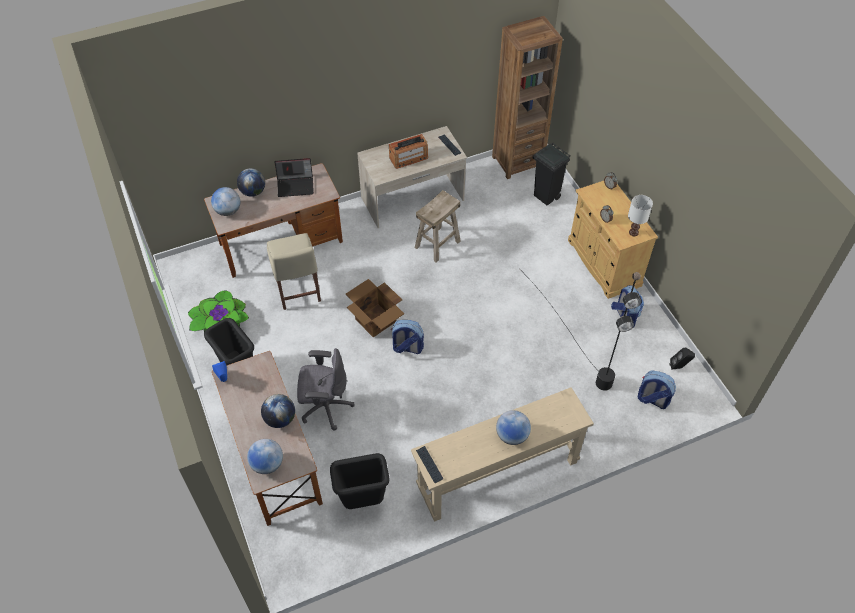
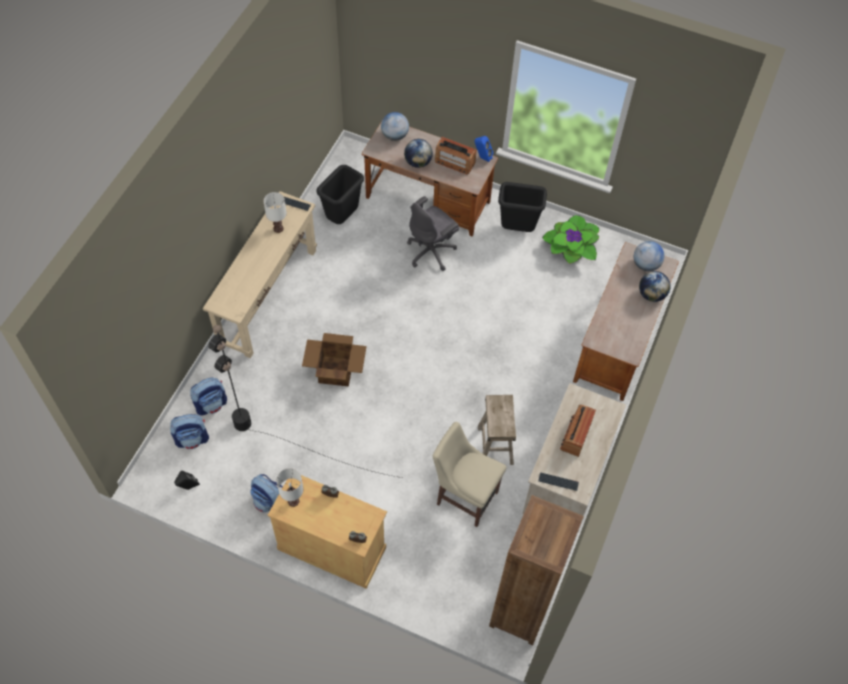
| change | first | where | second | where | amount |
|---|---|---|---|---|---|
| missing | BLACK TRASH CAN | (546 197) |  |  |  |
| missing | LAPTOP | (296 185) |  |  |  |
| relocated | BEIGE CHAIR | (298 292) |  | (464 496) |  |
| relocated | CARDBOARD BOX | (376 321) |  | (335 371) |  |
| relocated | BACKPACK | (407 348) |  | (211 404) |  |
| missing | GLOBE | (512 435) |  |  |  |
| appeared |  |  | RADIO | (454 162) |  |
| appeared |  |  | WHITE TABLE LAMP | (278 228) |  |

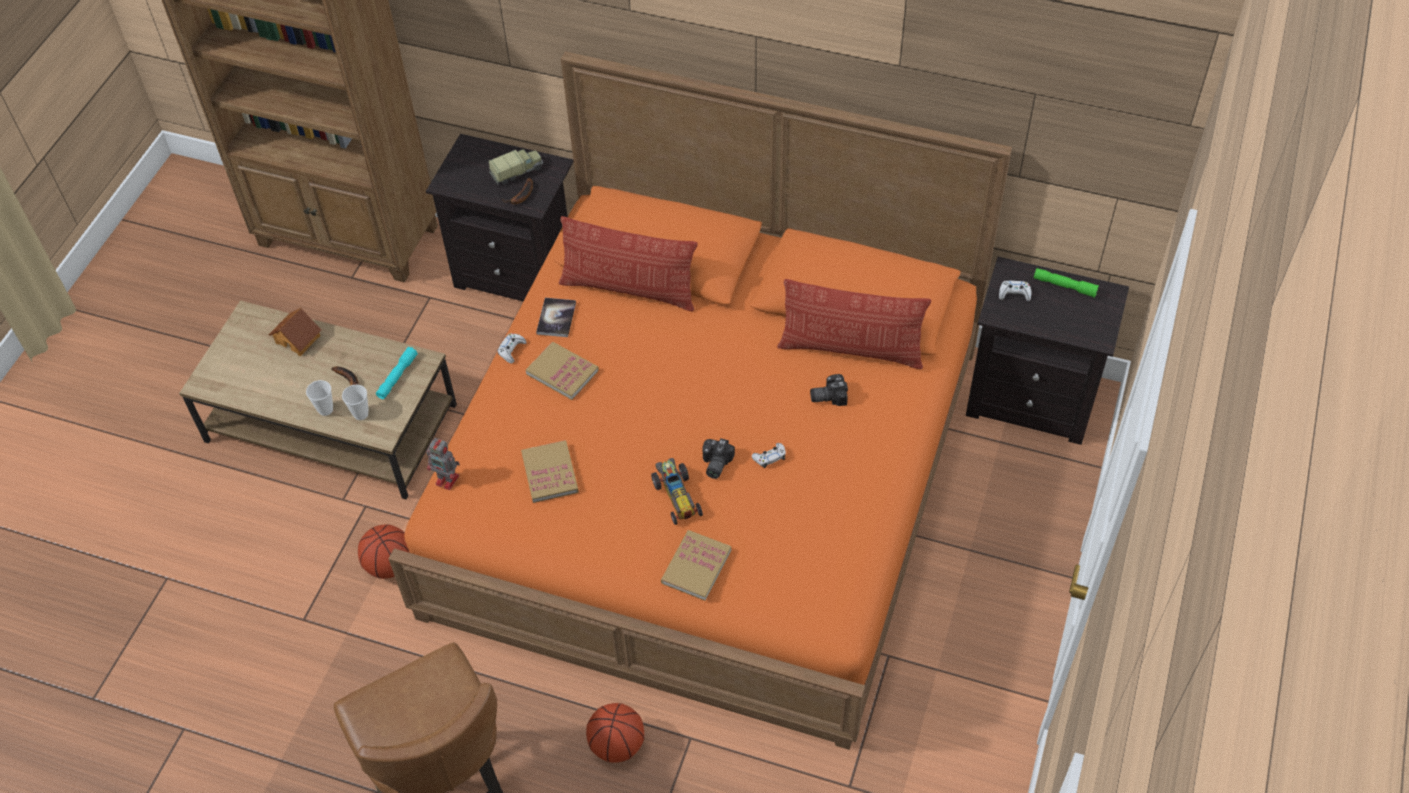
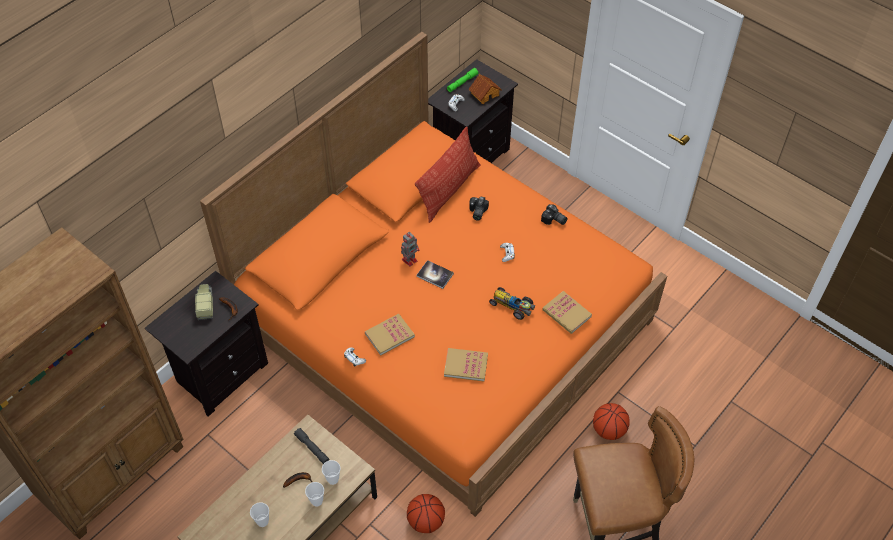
| change | first | where | second | where | amount |
|---|---|---|---|---|---|
| missing | PILLOW | (629 289) |  |  |  |
| relocated | BOOK | (556 318) |  | (435 275) |  |
| relocated | TOY HOUSE | (298 339) |  | (484 94) |  |
| colour | TURQUOISE FLASHLIGHT | (397 376) | GREY FLASHLIGHT | (312 448) |  |
| relocated | TOY ROBOT | (448 480) |  | (410 259) |  |
| relocated | PHOTO CAMERA | (714 464) |  | (554 220) |  |
| spun | TOY CAR | (676 495) |  | (512 306) | 150 degrees counterclockwise |
| appeared |  |  | CUP | (262 521) |  |

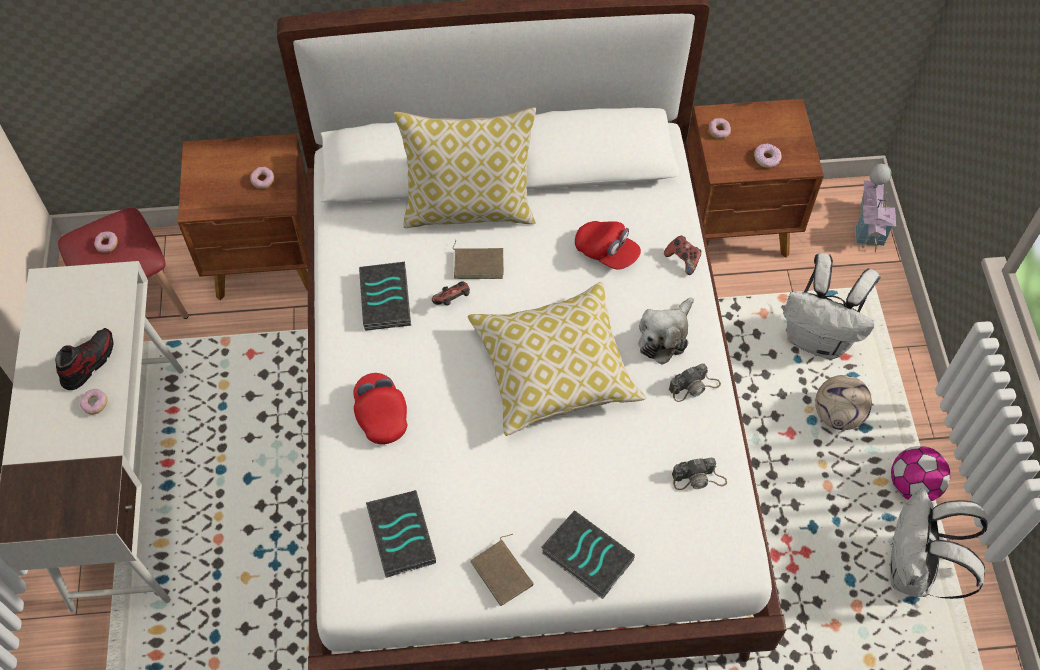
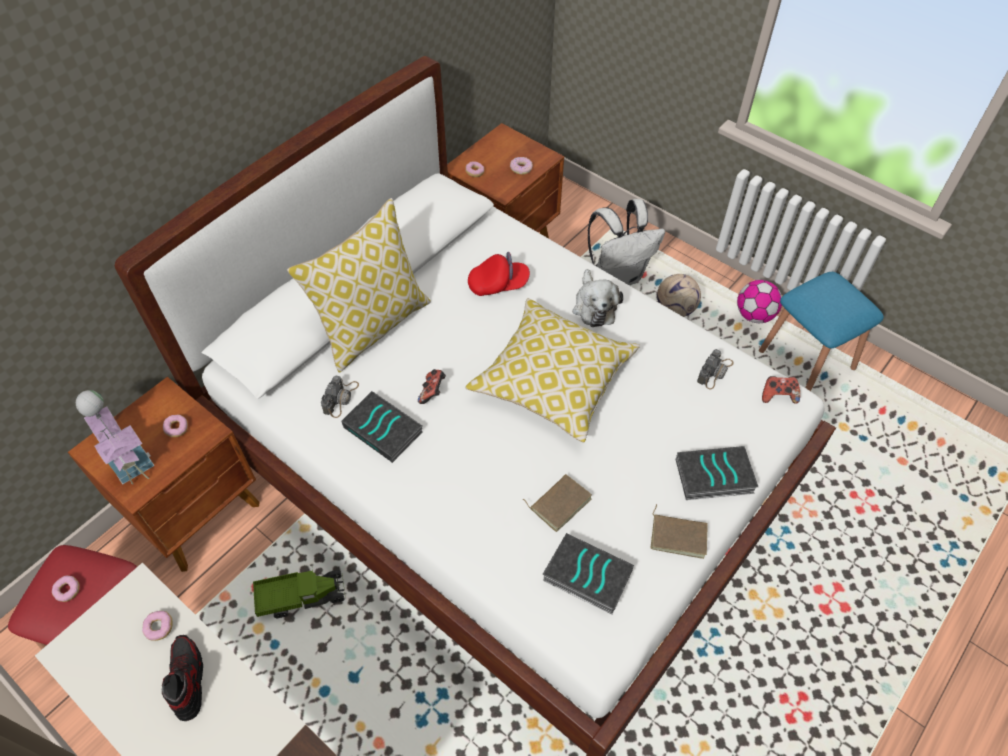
| change | first | where | second | where | amount |
|---|---|---|---|---|---|
| relocated | TOY HOUSE | (869 226) |  | (127 456) |  |
| relocated | GAME CONTROLLER | (683 260) |  | (778 395) |  |
| relocated | BROWN BOOK | (479 263) |  | (559 502) |  |
| relocated | PHOTO CAMERA | (694 386) |  | (341 398) |  |
| missing | RED CAP | (381 414) |  |  |  |
| relocated | DONUT | (95 404) |  | (159 628) |  |
| exchanged | WHITE BACKPACK | (913 571) | BLUE STOOL | (806 359) |  |
| appeared |  |  | TOY TRUCK | (301 597) |  |

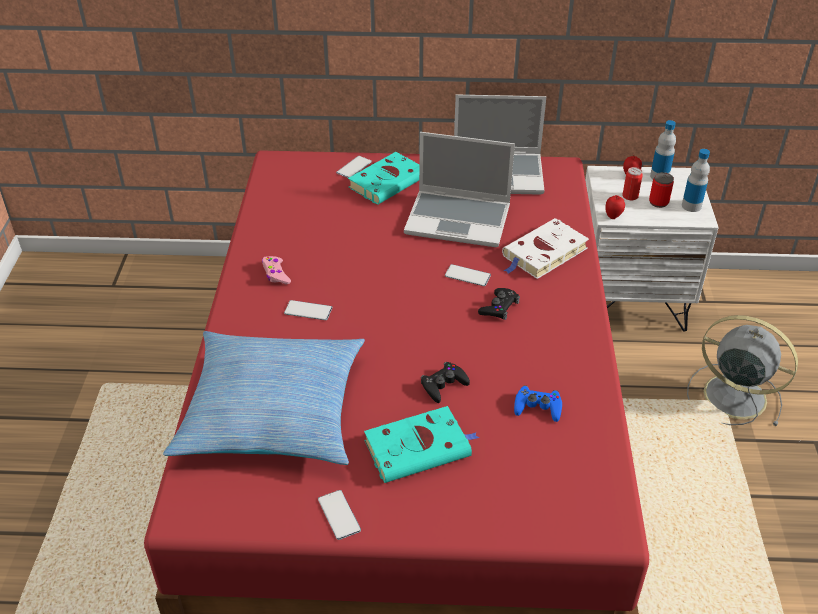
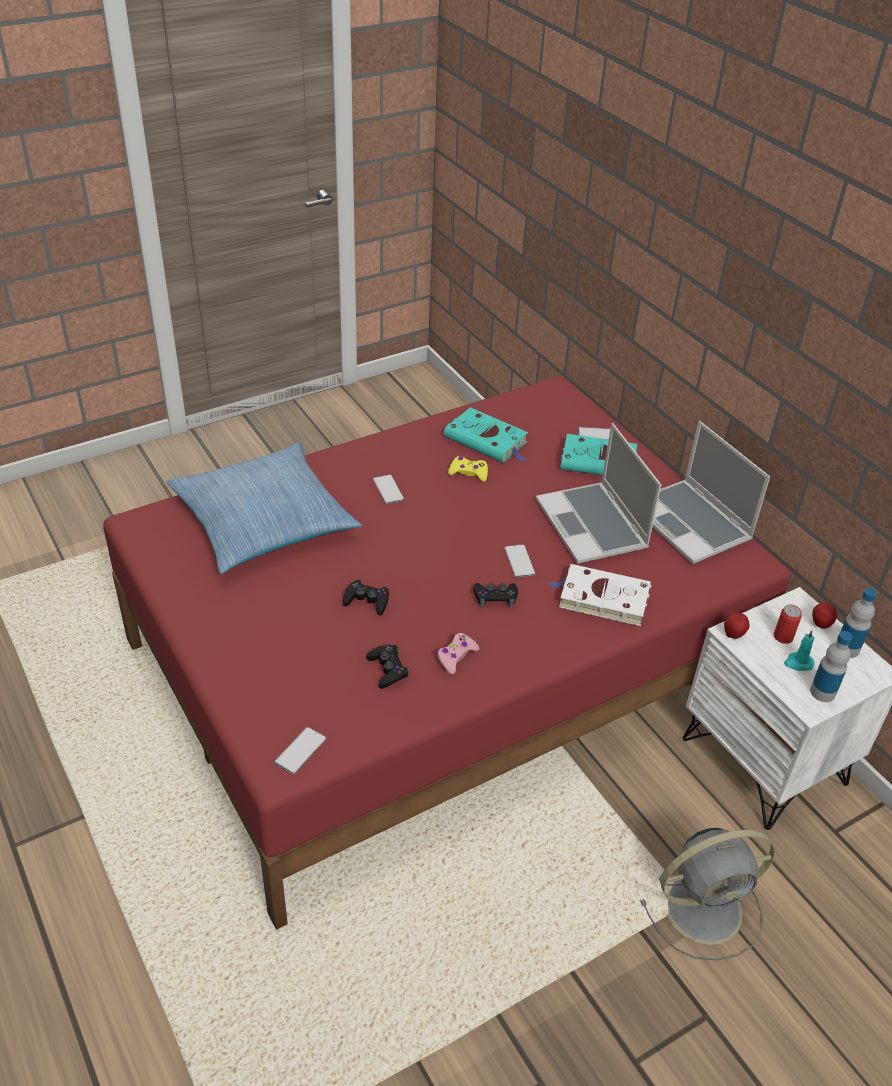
| change | first | where | second | where | amount |
|---|---|---|---|---|---|
| exchanged | CAN | (658 202) | TURQUOISE CANDLE | (798 663) |  |
| relocated | PINK GAME CONTROLLER | (276 274) |  | (456 656) |  |
| spun | GREY FAN | (732 395) |  | (706 907) | 75 degrees clockwise |
| colour | BLUE GAME CONTROLLER | (537 407) | BLACK GAME CONTROLLER | (388 669) |  |
| relocated | TURQUOISE BOOK | (420 448) |  | (487 441) |  |
| relocated | PHONE | (339 515) |  | (300 750) |  |
| appeared |  |  | YELLOW GAME CONTROLLER | (468 473) |  |

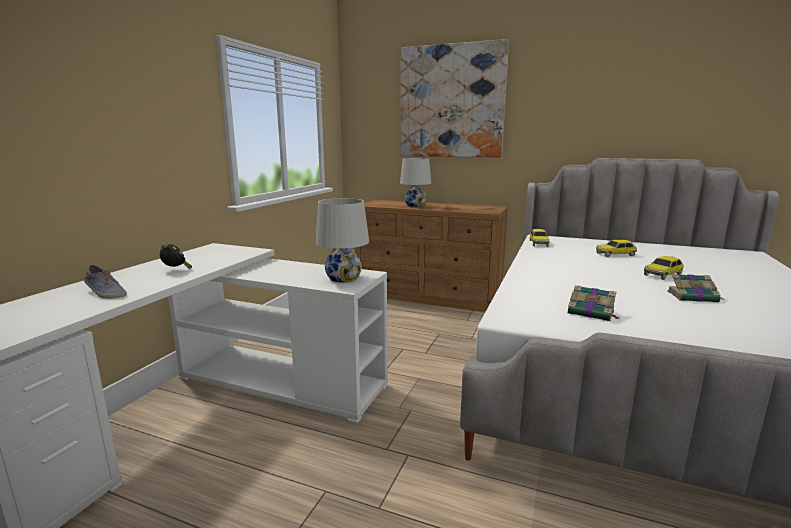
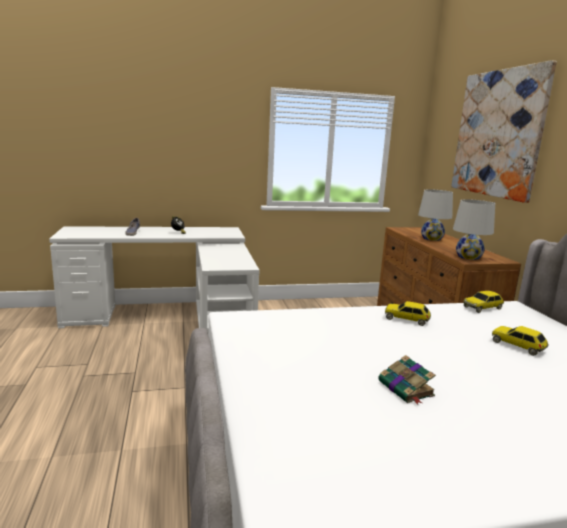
| change | first | where | second | where | amount |
|---|---|---|---|---|---|
| relocated | WHITE TABLE LAMP | (343 278) |  | (468 257) |  |
| relocated | TOY CAR | (663 274) |  | (406 319) |  |
| missing | BOOK | (592 312) |  |  |  |

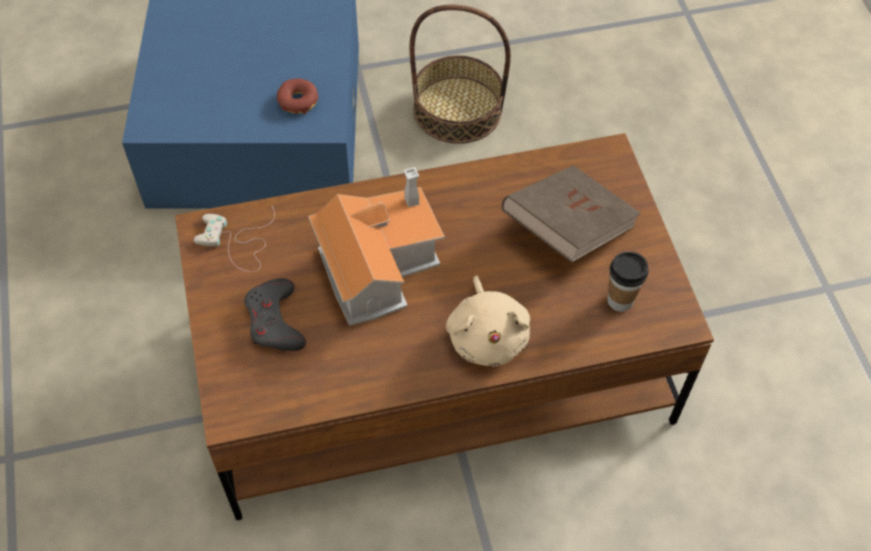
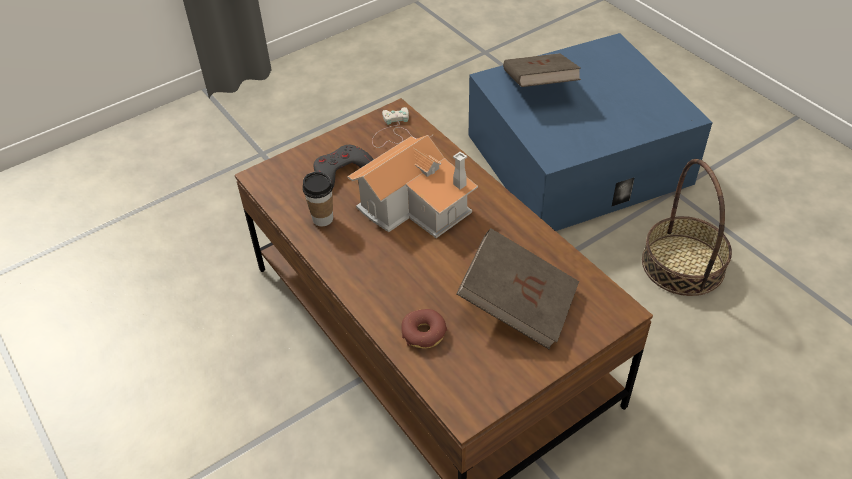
| change | first | where | second | where | amount |
|---|---|---|---|---|---|
| relocated | DONUT | (298 101) |  | (424 333) |  |
| relocated | CUP | (620 300) |  | (322 219) |  |
| missing | BEIGE PLUSH TOY | (487 336) |  |  |  |
| appeared |  |  | BROWN BOOK | (539 86) |  |

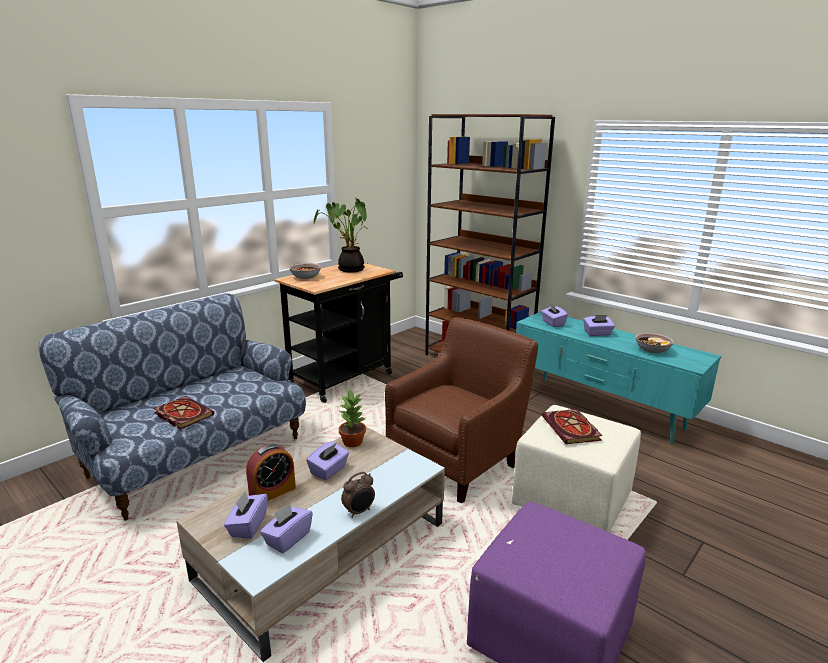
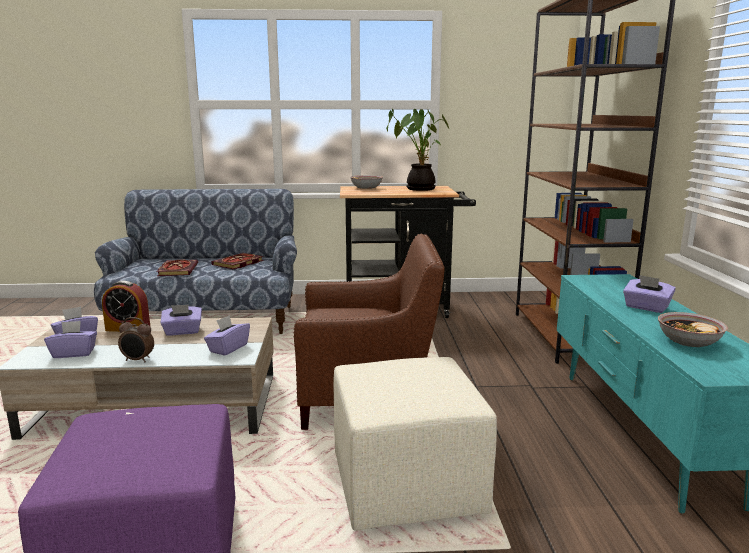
| change | first | where | second | where | amount |
|---|---|---|---|---|---|
| relocated | PURPLE TISSUE BOX | (552 323) |  | (228 348) |  |
| missing | POTTED PLANT | (353 442) |  |  |  |
| relocated | BOOK | (572 429) |  | (238 263) |  |

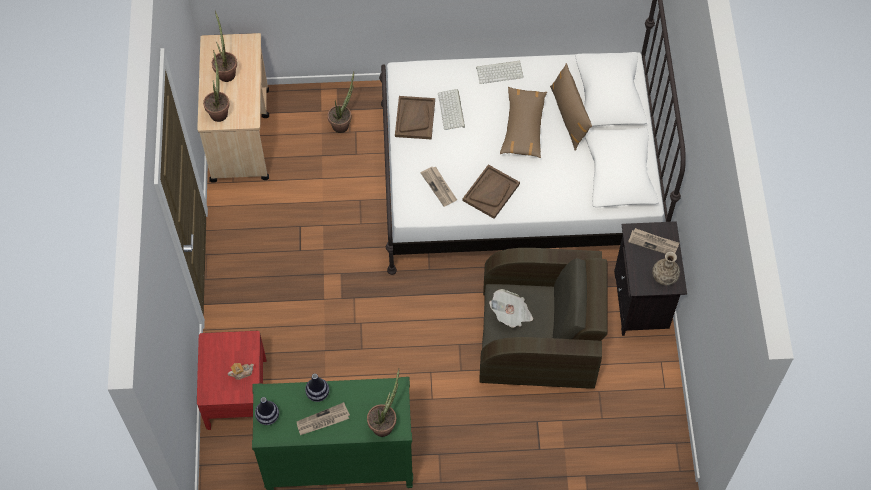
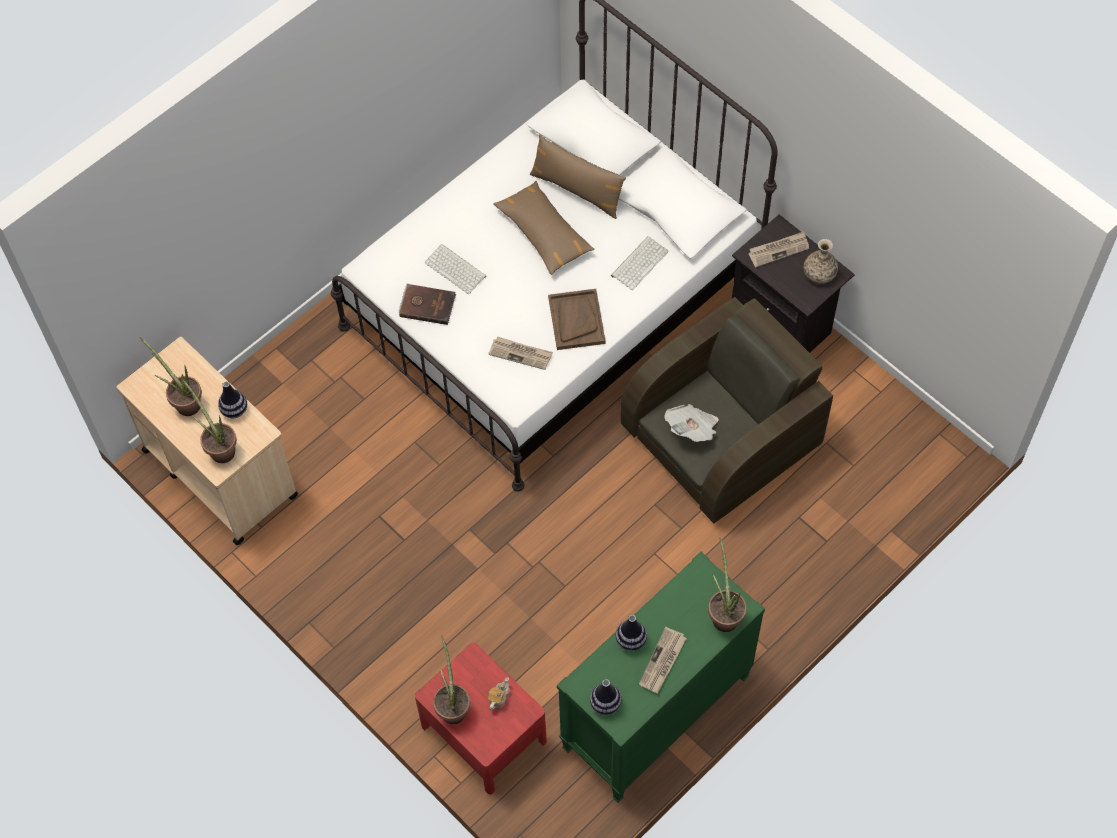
| change | first | where | second | where | amount |
|---|---|---|---|---|---|
| relocated | KEYBOARD | (500 71) |  | (639 262) |  |
| relocated | POTTED PLANT | (342 123) |  | (452 706) |  |
| exchanged | BROWN TRAY | (415 118) | BROWN BOOK | (427 305) |  |
| appeared |  |  | VASE | (234 410) |  |

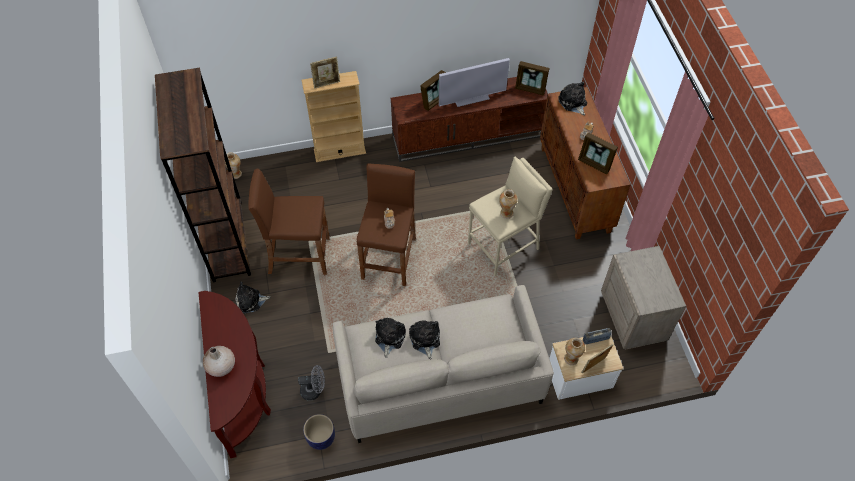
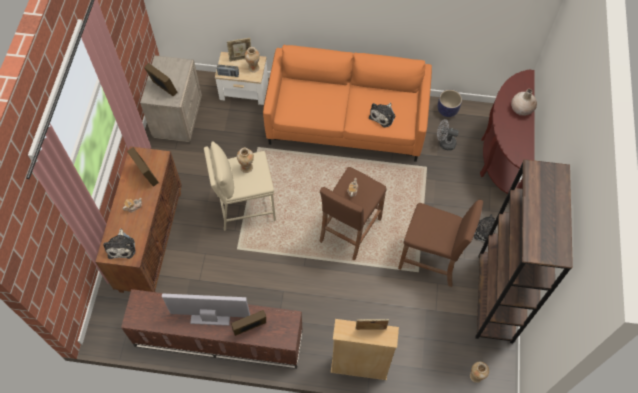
| change | first | where | second | where | amount |
|---|---|---|---|---|---|
| relocated | PICTURE FRAME | (530 89) |  | (163 88) |  |
| colour | BEIGE SOFA | (439 378) | ORANGE SOFA | (347 122) |  |
| missing | PLUSH TOY | (425 340) |  |  |  |

